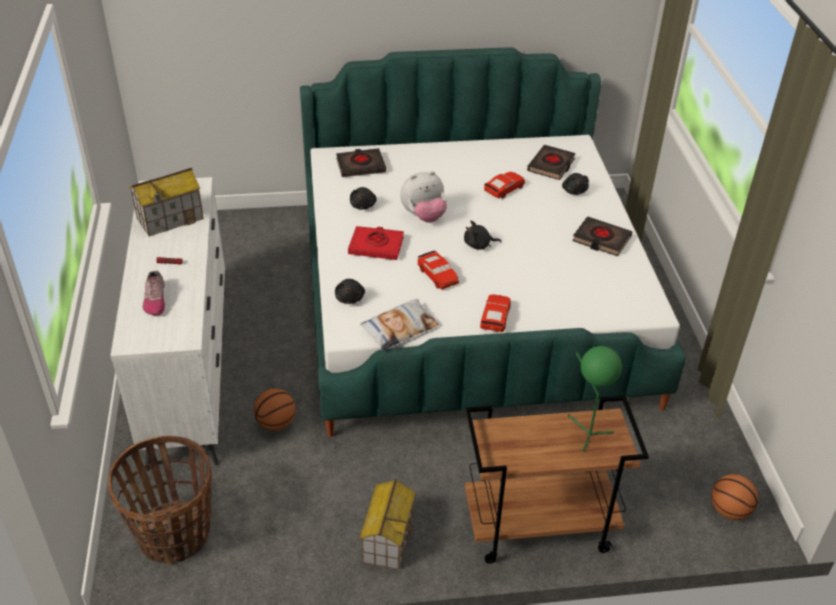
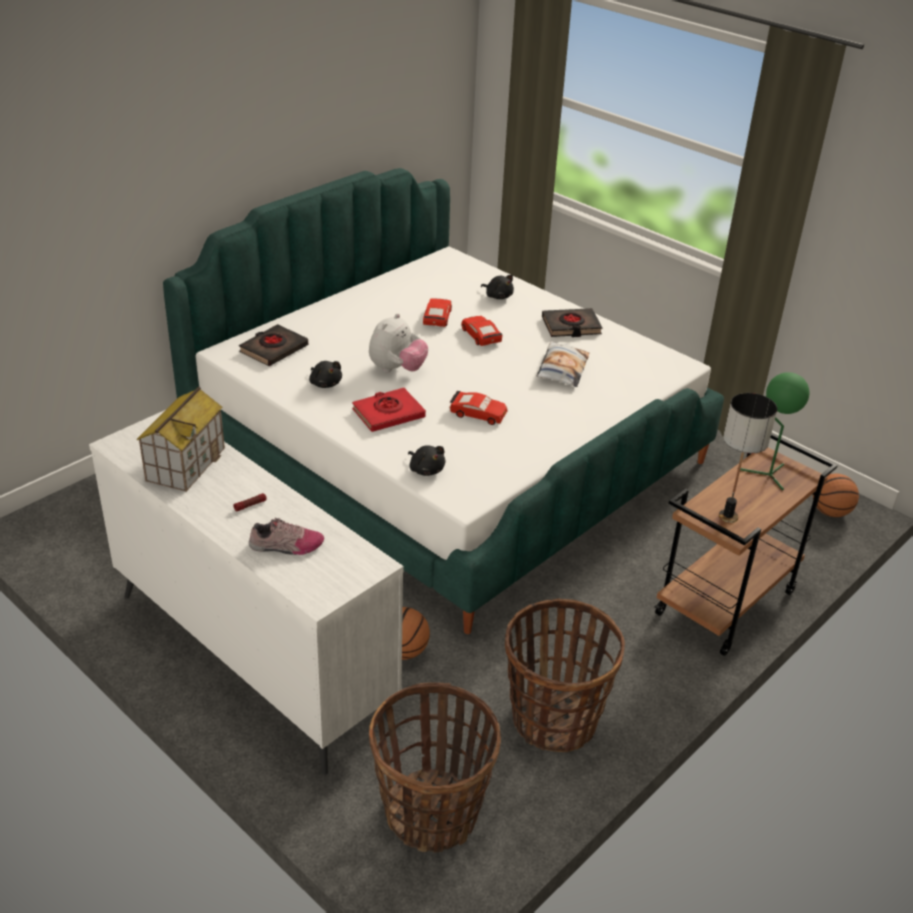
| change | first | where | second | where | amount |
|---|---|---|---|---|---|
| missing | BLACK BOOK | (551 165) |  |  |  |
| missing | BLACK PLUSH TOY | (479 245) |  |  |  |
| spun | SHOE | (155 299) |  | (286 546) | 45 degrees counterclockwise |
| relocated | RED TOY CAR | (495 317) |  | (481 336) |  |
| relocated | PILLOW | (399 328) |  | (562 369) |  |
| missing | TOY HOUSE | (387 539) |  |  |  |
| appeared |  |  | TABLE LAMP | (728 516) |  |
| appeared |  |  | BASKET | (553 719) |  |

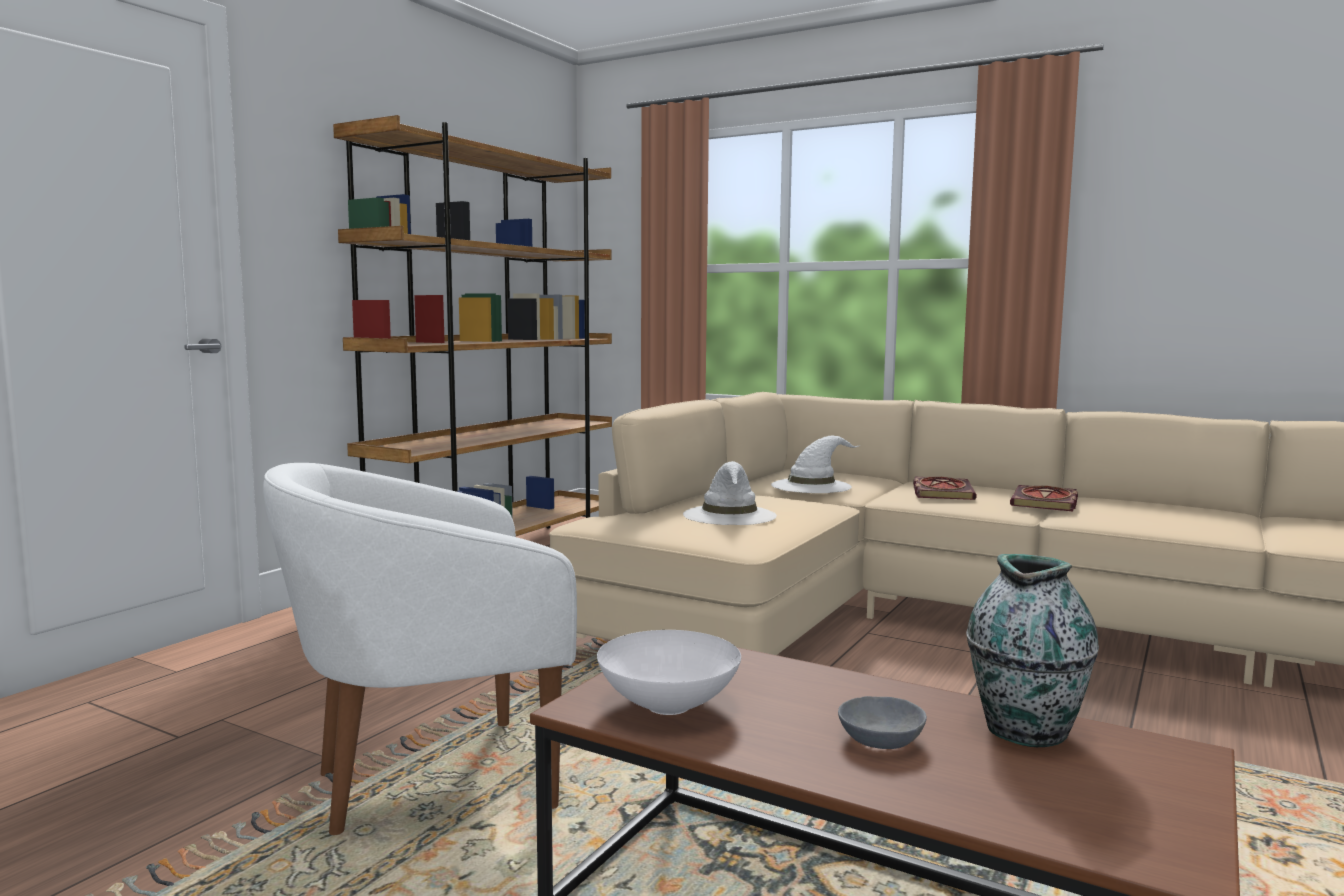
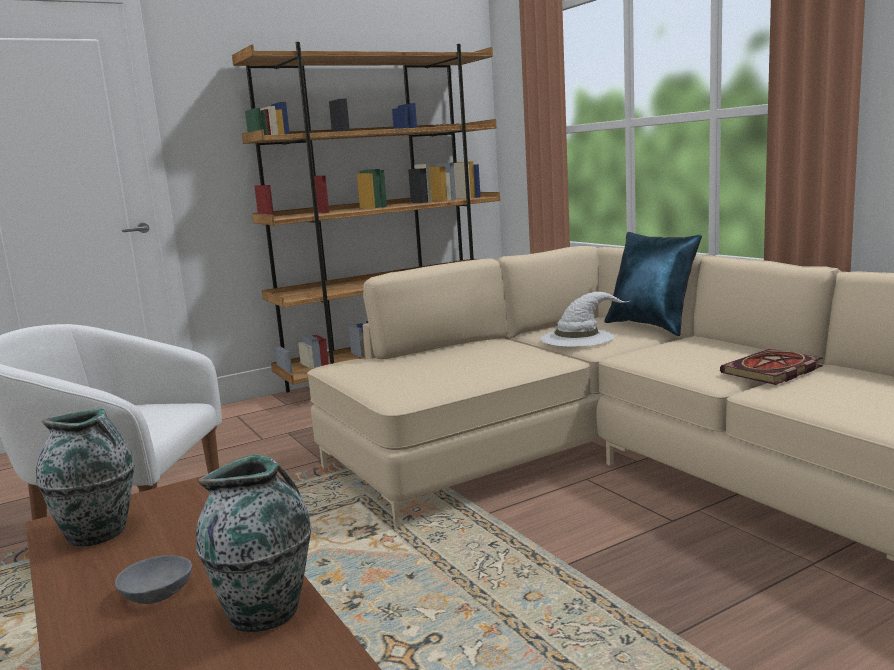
| change | first | where | second | where | amount |
|---|---|---|---|---|---|
| missing | WHITE HAT | (730 515) |  |  |  |
| missing | BOOK | (941 492) |  |  |  |
| exchanged | WHITE BOWL | (670 706) | VASE | (99 533) |  |
| appeared |  |  | BLUE PILLOW | (652 326) |  |

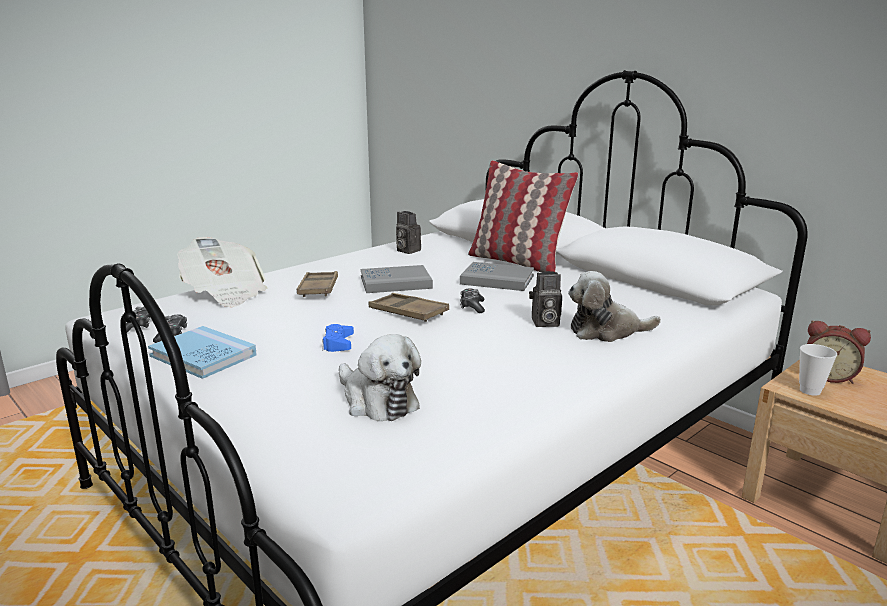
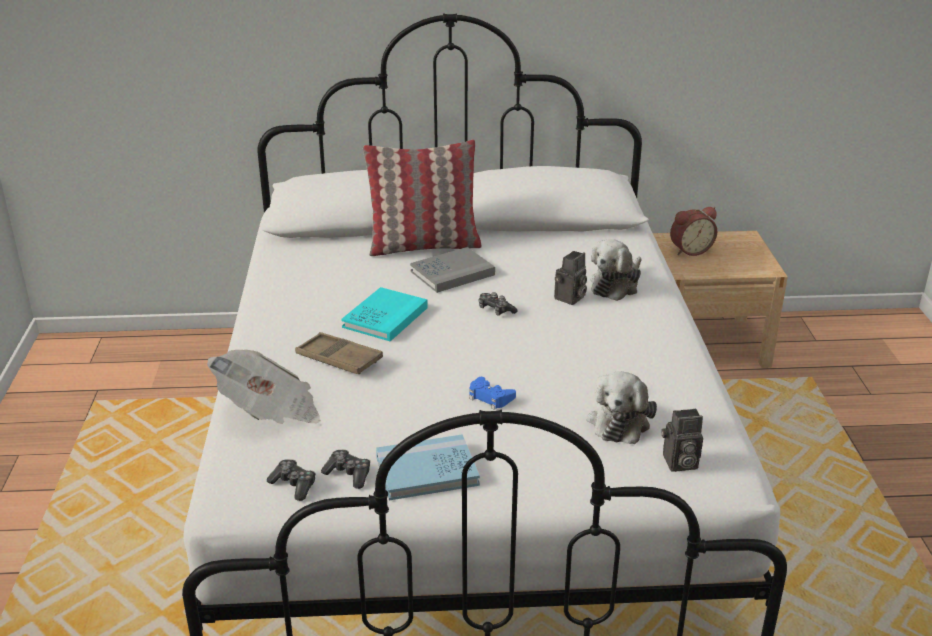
| change | first | where | second | where | amount |
|---|---|---|---|---|---|
| relocated | PHOTO CAMERA | (406 250) |  | (679 463) |  |
| colour | GREY BOOK | (395 282) | TURQUOISE BOOK | (385 317) |  |
| missing | BROWN TRAY | (408 313) |  |  |  |
| spun | PLUSH TOY | (377 401) |  | (619 421) | 105 degrees clockwise |
| missing | CUP | (810 391) |  |  |  |

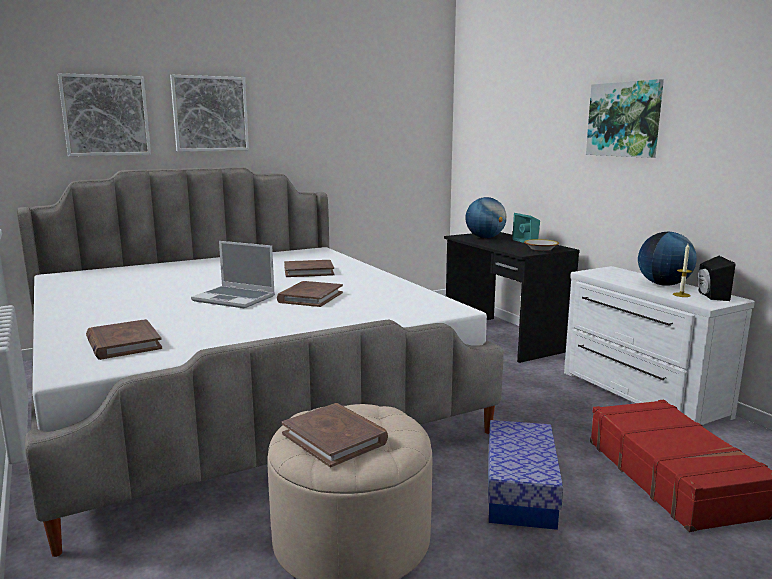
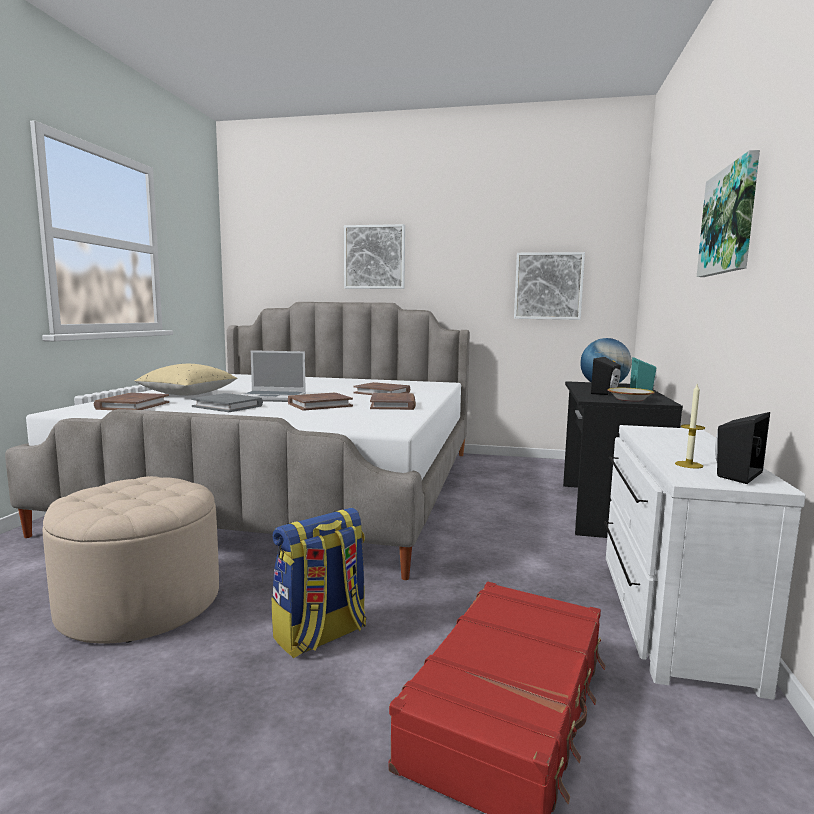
| change | first | where | second | where | amount |
|---|---|---|---|---|---|
| relocated | PICTURE | (105 115) |  | (548 286) |  |
| missing | GLOBE | (663 284) |  |  |  |
| spun | LAPTOP | (235 298) |  | (273 398) | 60 degrees counterclockwise |
| relocated | BROWN BOOK | (335 438) |  | (393 405) |  |
| exchanged | STORAGE BOX | (520 491) | BACKPACK | (321 635) |  |
| appeared |  |  | BLACK SPEAKER | (606 393) |  |
| appeared |  |  | BEIGE PILLOW | (188 394) |  |
| appeared |  |  | GREY BOOK | (228 406) |  |

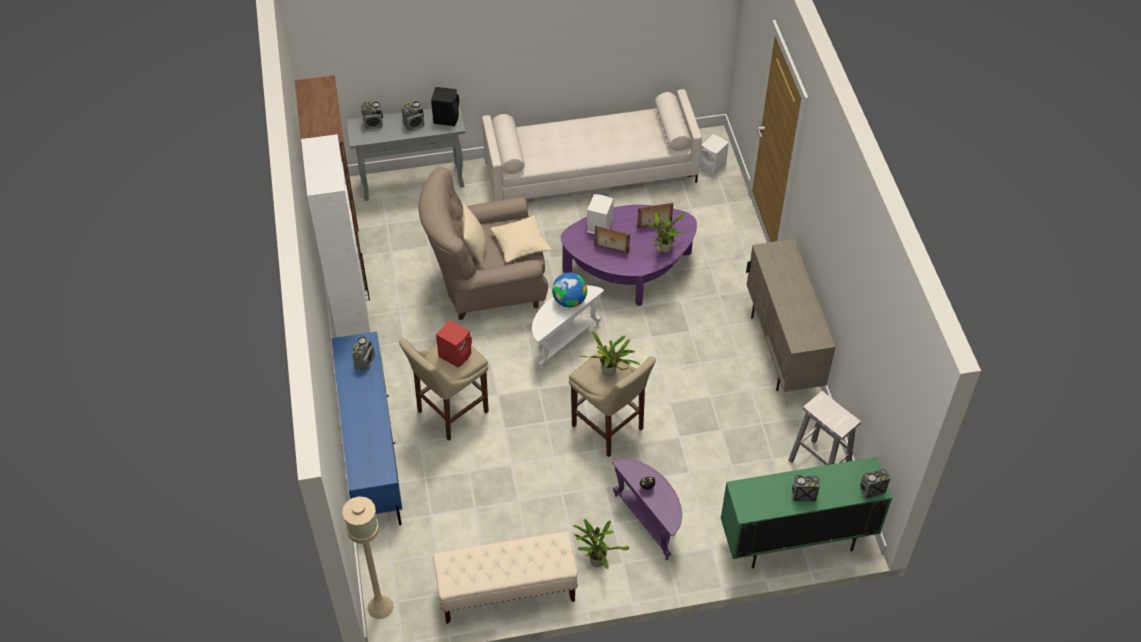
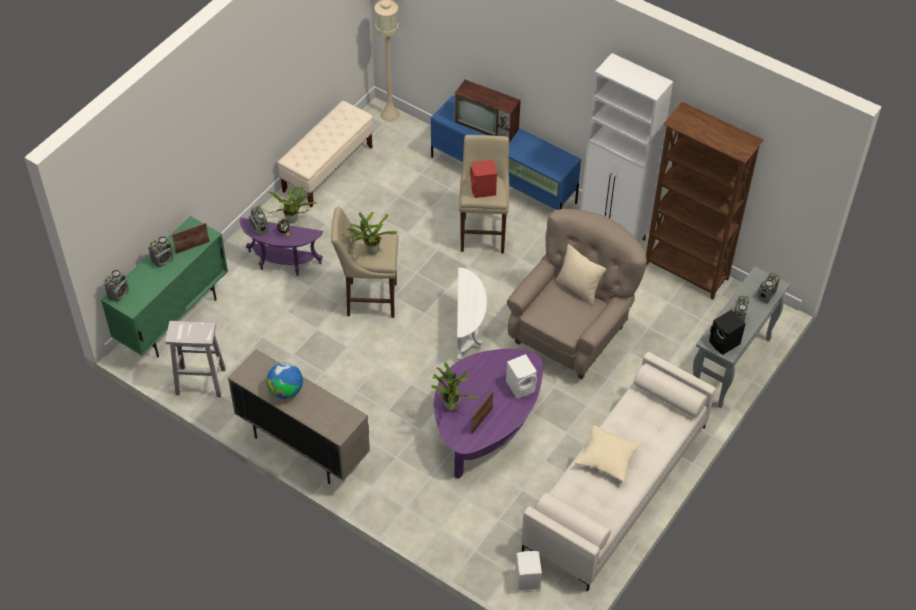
| change | first | where | second | where | amount |
|---|---|---|---|---|---|
| relocated | BEIGE PILLOW | (520 244) |  | (607 458) |  |
| relocated | PICTURE FRAME | (611 249) |  | (192 247) |  |
| relocated | GLOBE | (569 301) |  | (286 391) |  |
| relocated | RADIO | (365 362) |  | (259 229) |  |
| appeared |  |  | TELEVISION | (487 126) |  |

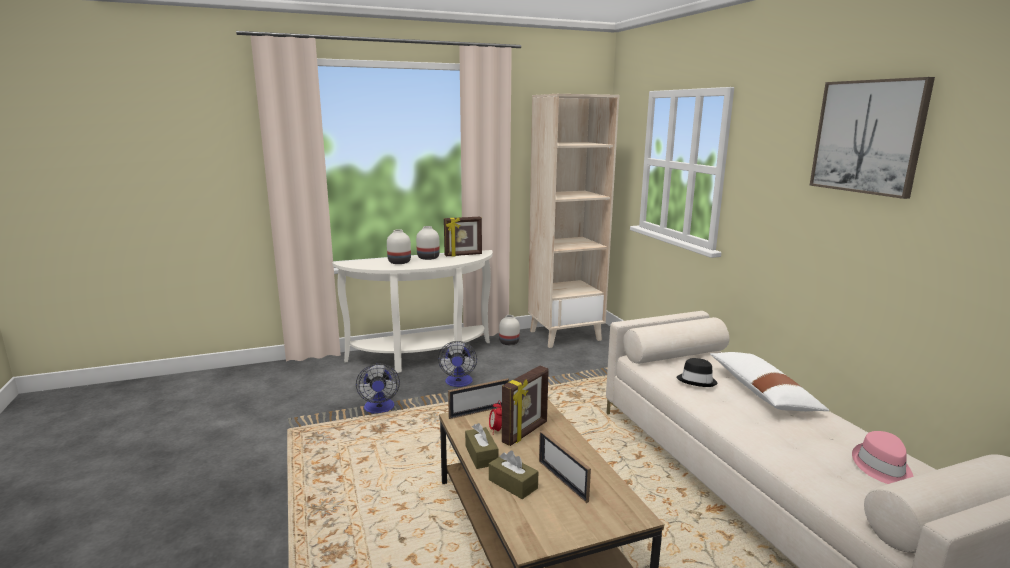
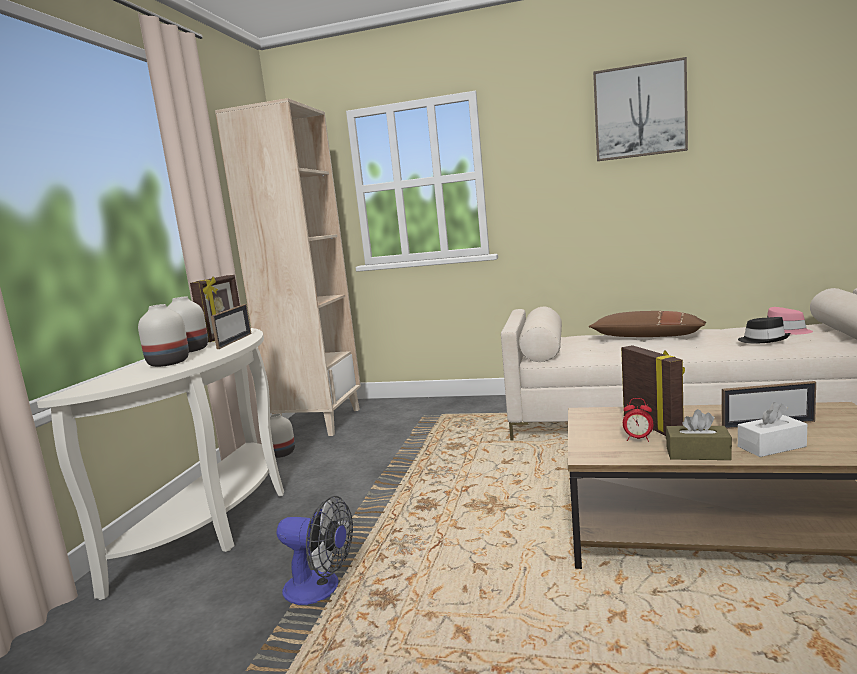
| change | first | where | second | where | amount |
|---|---|---|---|---|---|
| missing | FAN | (458 383) |  |  |  |
| colour | WHITE PILLOW | (762 392) | BROWN PILLOW | (647 337) |  |
| relocated | BLACK HAT | (697 380) |  | (763 340) |  |
| relocated | PICTURE FRAME | (479 411) |  | (234 341) |  |
| colour | BROWN TISSUE BOX | (513 484) | WHITE TISSUE BOX | (771 446) |  |

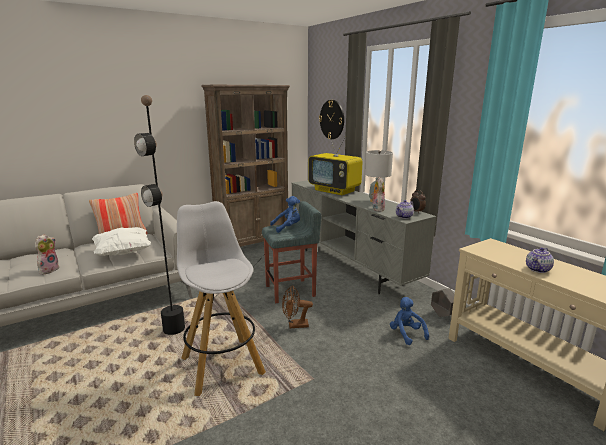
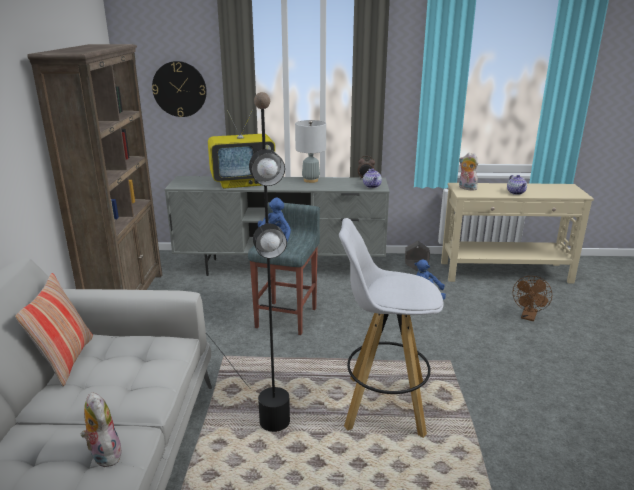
| change | first | where | second | where | amount |
|---|---|---|---|---|---|
| relocated | PLUSH TOY | (377 209) |  | (466 188) |  |
| missing | WHITE PILLOW | (123 253) |  |  |  |
| relocated | BROWN FAN | (295 325) |  | (528 317) |  |

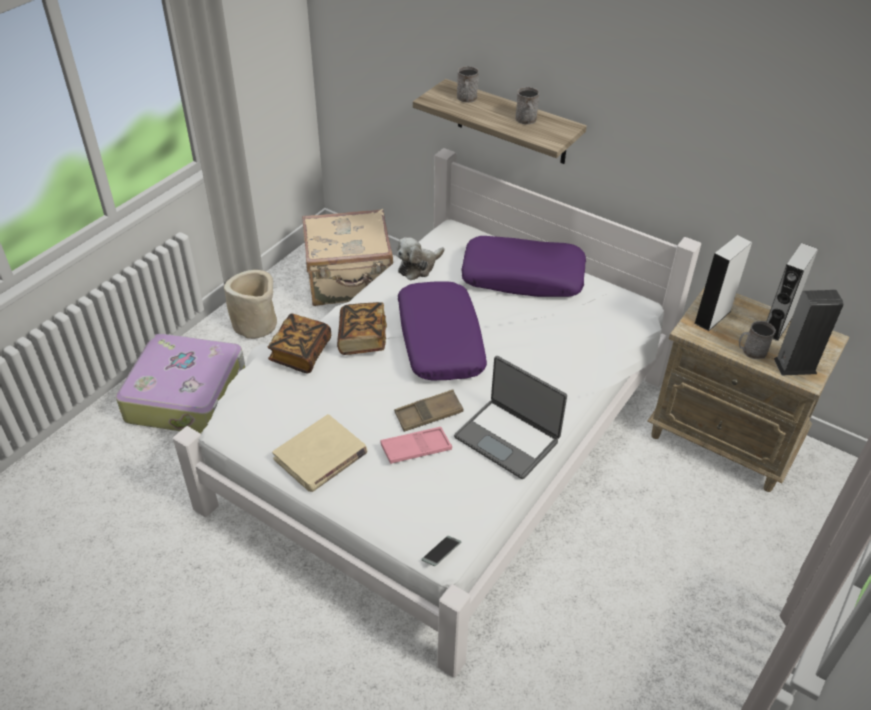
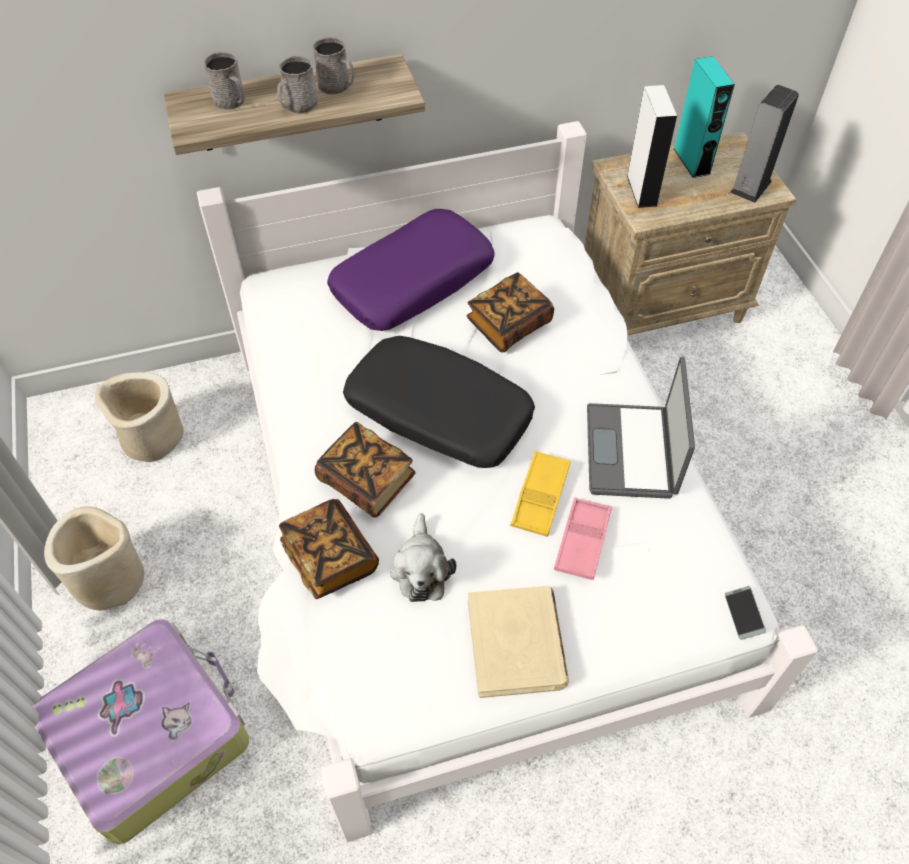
| change | first | where | second | where | amount |
|---|---|---|---|---|---|
| exchanged | BEIGE SUITCASE | (350 282) | BEIGE PLANTER | (151 438) |  |
| relocated | PLUSH TOY | (418 267) |  | (421 569) |  |
| colour | GREY SPEAKER | (776 326) | TURQUOISE SPEAKER | (691 161) |  |
| colour | PURPLE PILLOW | (439 340) | BLACK PILLOW | (437 414) |  |
| relocated | GREY MUG | (751 351) |  | (298 107) |  |
| spun | LAPTOP | (508 438) |  | (632 452) | 105 degrees clockwise |
| colour | BROWN TRAY | (428 414) | YELLOW TRAY | (540 497) |  |
| appeared |  |  | BOOK | (509 324) |  |

